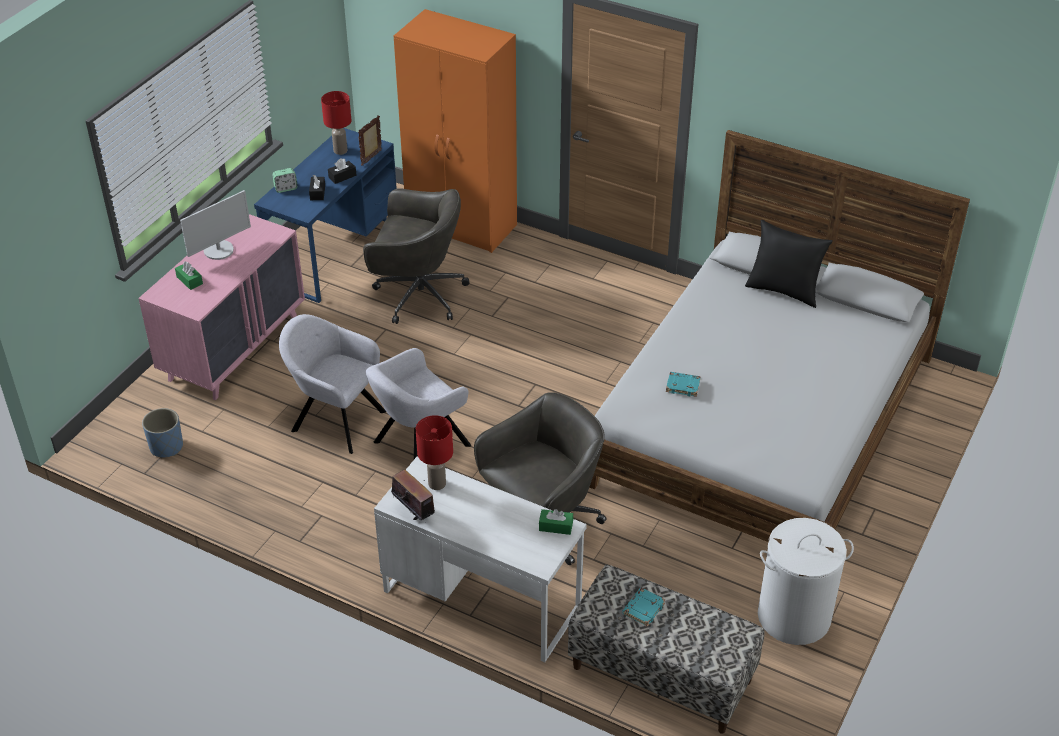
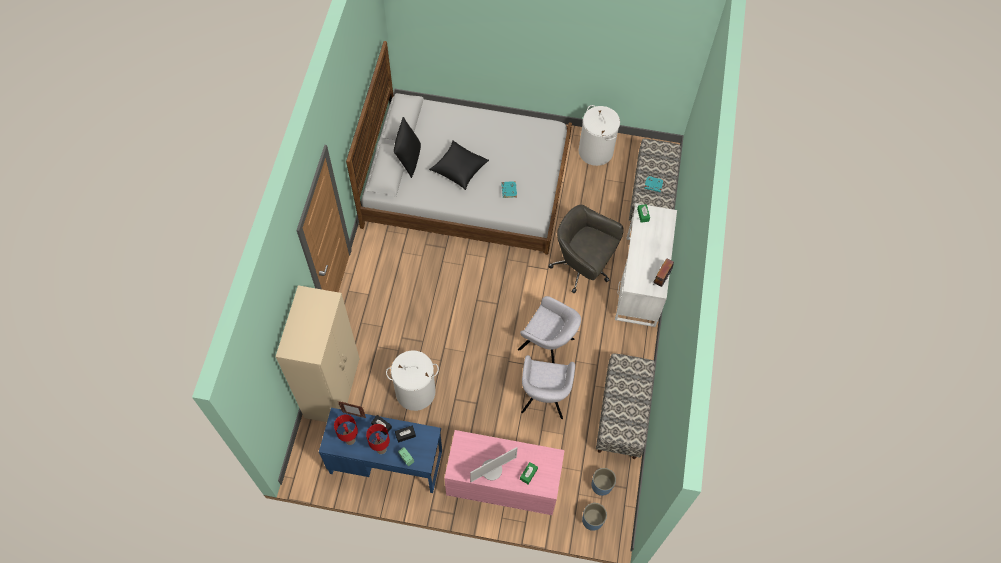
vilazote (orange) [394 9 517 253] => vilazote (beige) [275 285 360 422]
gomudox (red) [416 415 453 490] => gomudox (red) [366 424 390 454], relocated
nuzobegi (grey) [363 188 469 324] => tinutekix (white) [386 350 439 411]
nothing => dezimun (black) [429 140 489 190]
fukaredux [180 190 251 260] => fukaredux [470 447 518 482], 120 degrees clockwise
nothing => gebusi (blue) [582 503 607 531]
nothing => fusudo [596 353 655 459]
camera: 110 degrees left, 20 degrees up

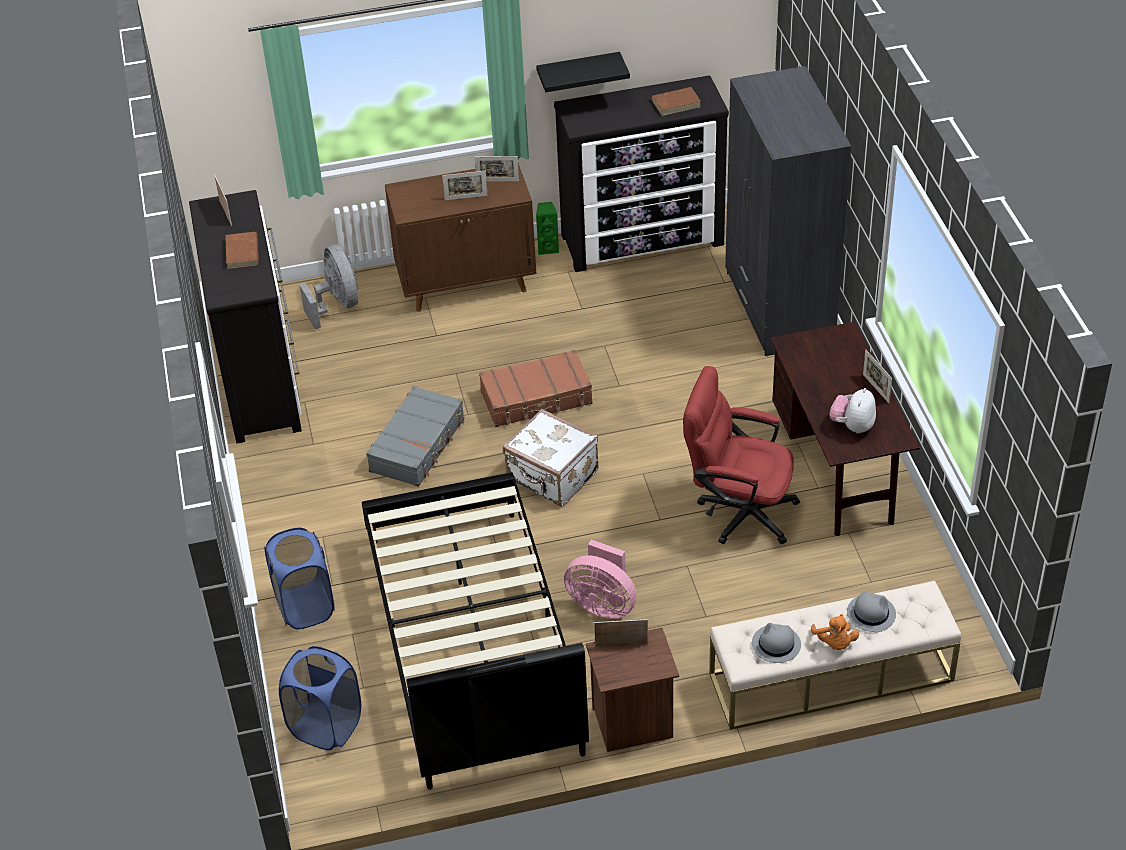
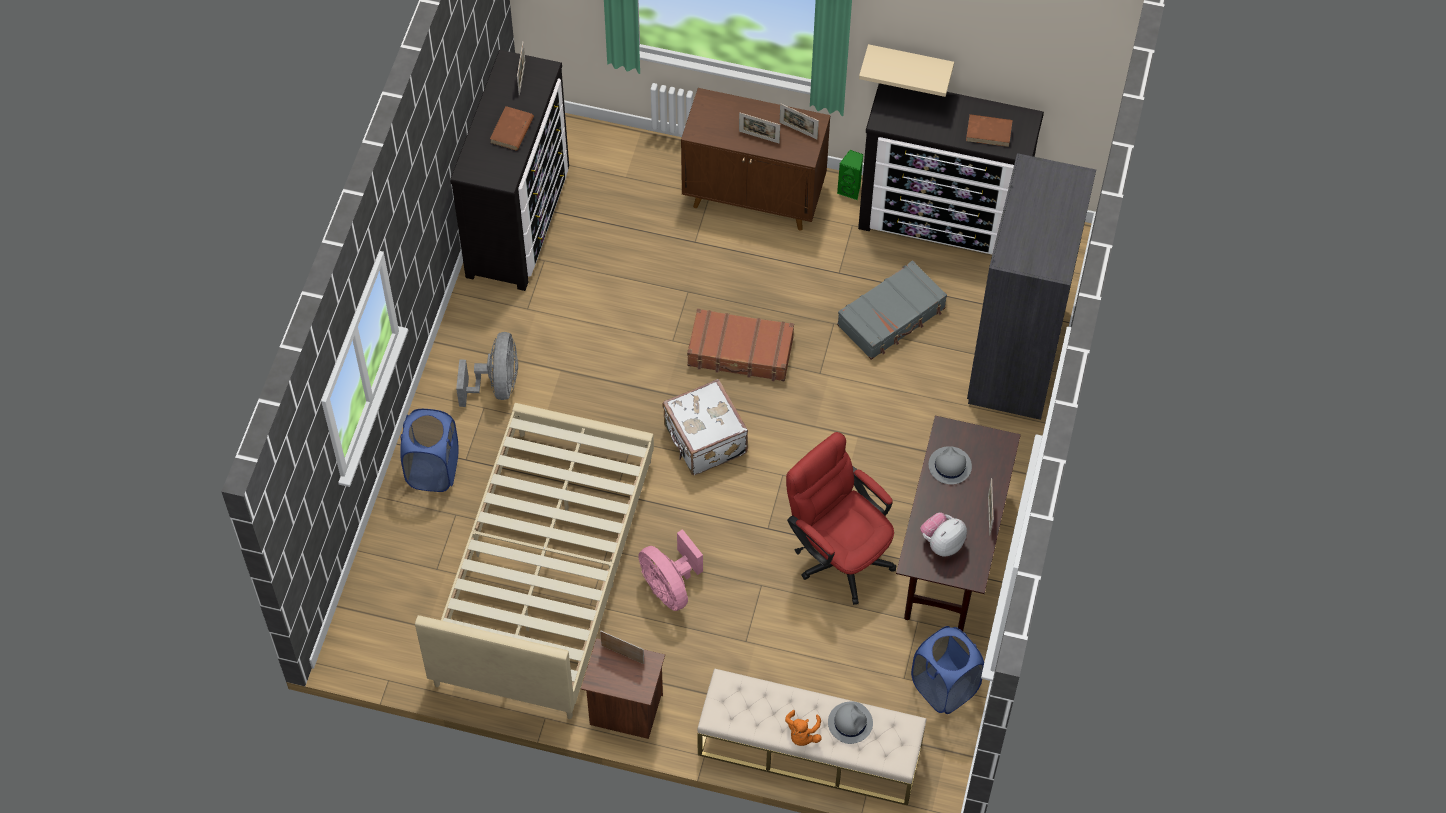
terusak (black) [362 472 589 790] => terusak (beige) [415 403 654 719]
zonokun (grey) [300 244 359 329] => zonokun (grey) [456 332 518 407], relocated
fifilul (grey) [366 386 464 487] => fifilul (grey) [837 260 947 360], relocated
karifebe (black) [536 52 630 92] => karifebe (beige) [859 44 954 97]
tinutekix (blue) [279 646 361 751] => tinutekix (blue) [911 626 984 714], relocated
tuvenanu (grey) [752 623 801 663] => tuvenanu (grey) [929 446 972 484], relocated
camera: 25 degrees right, 15 degrees up

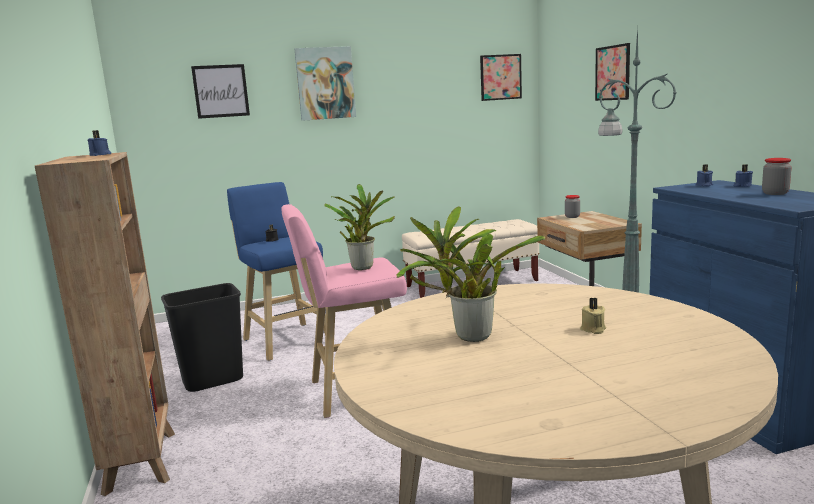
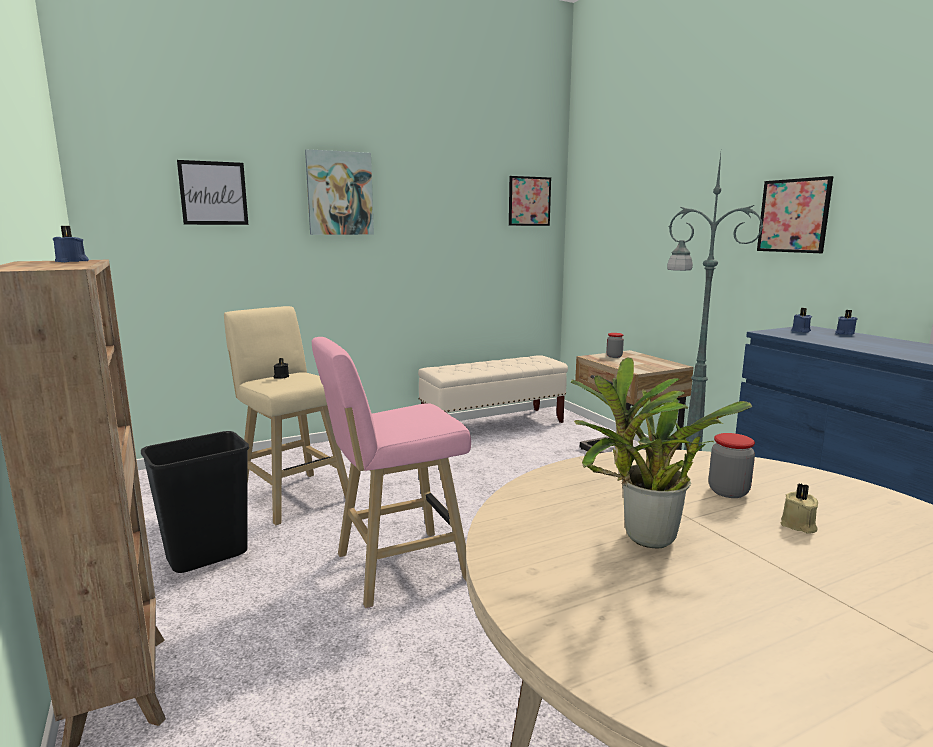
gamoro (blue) [227 182 326 361] => gamoro (beige) [224 306 348 525]
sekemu [762 158 792 195] => sekemu [709 433 755 498], relocated
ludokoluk [595 43 630 101] => ludokoluk [757 176 833 253], relocated
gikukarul [324 184 395 270] => nothing
camera: 10 degrees left, 0 degrees up

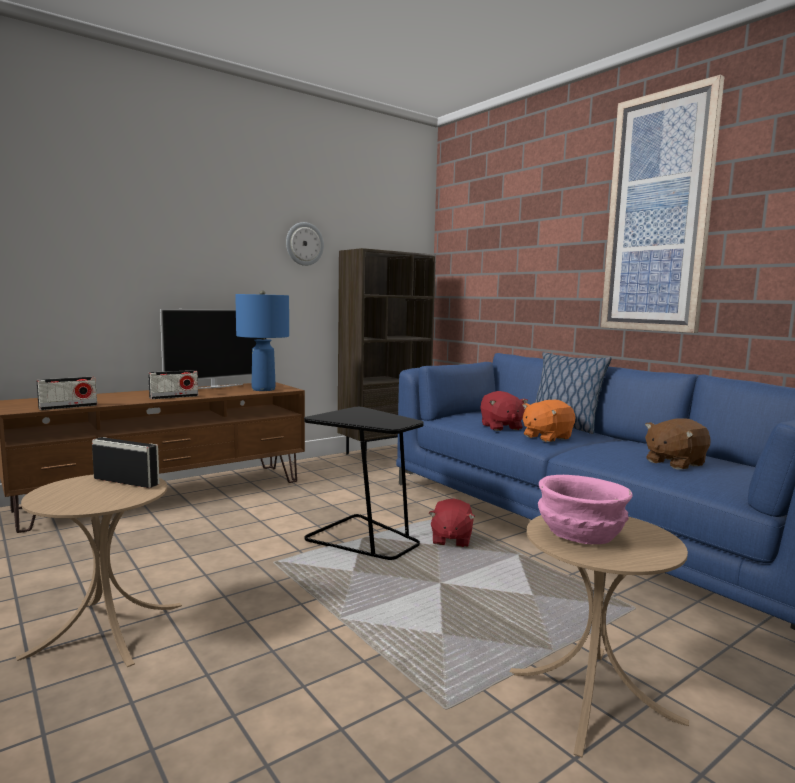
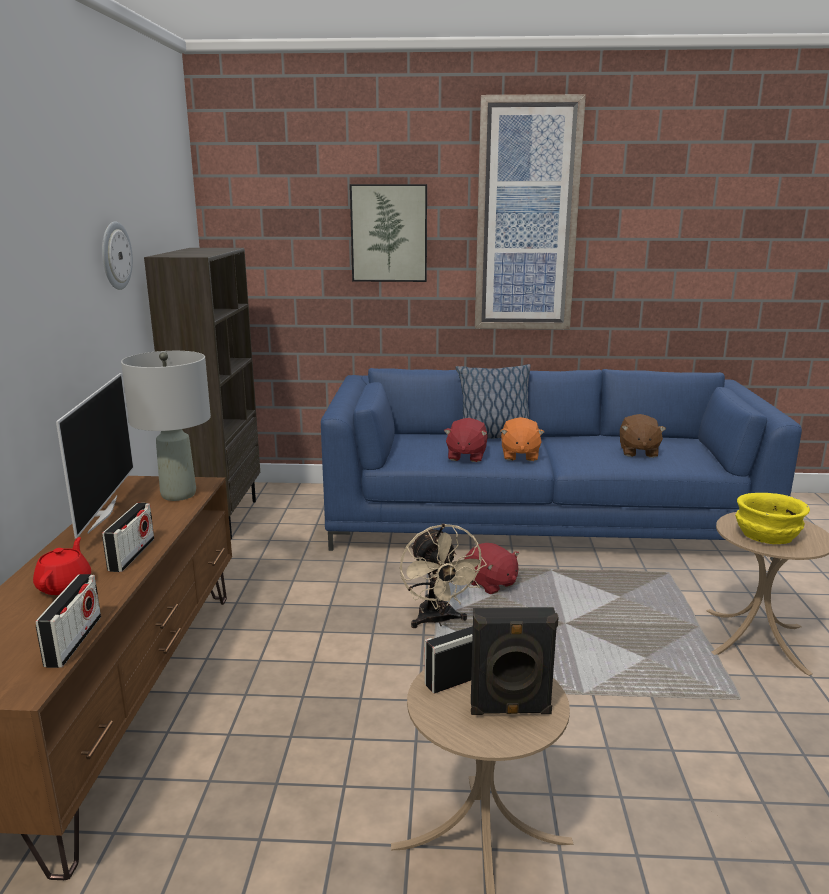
nothing => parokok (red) [33 537 91 595]
gomudox (blue) [235 290 289 391] => gomudox (grey) [121 351 211 501]
nothing => ludokoluk [350 184 427 282]
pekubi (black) [304 407 423 560] => zonokun (beige) [400 524 487 628]
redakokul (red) [480 391 528 431] => redakokul (red) [444 418 488 462], 75 degrees clockwise
nothing => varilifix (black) [471 607 559 715]
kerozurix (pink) [538 475 633 544] => kerozurix (yellow) [735 493 810 544]
camera: 50 degrees left, 10 degrees up

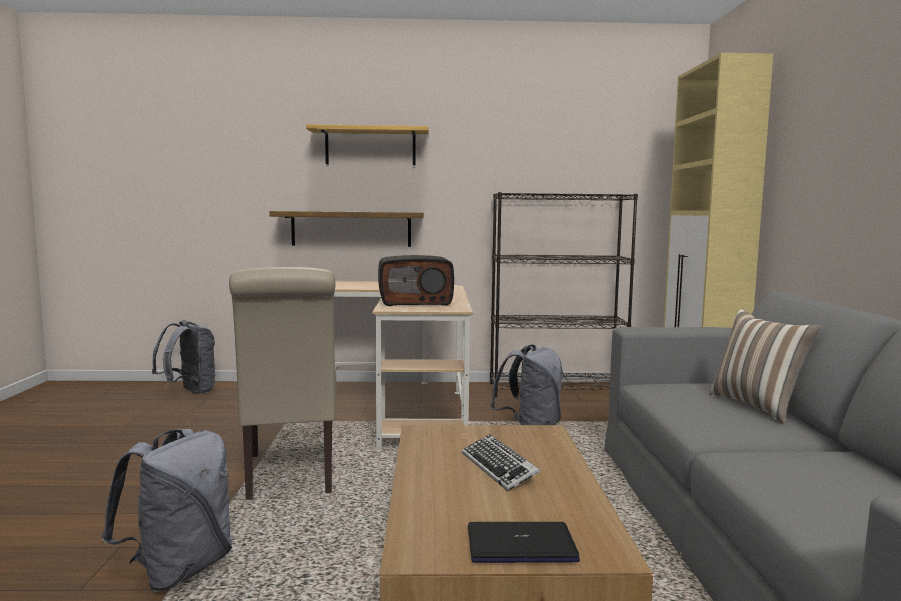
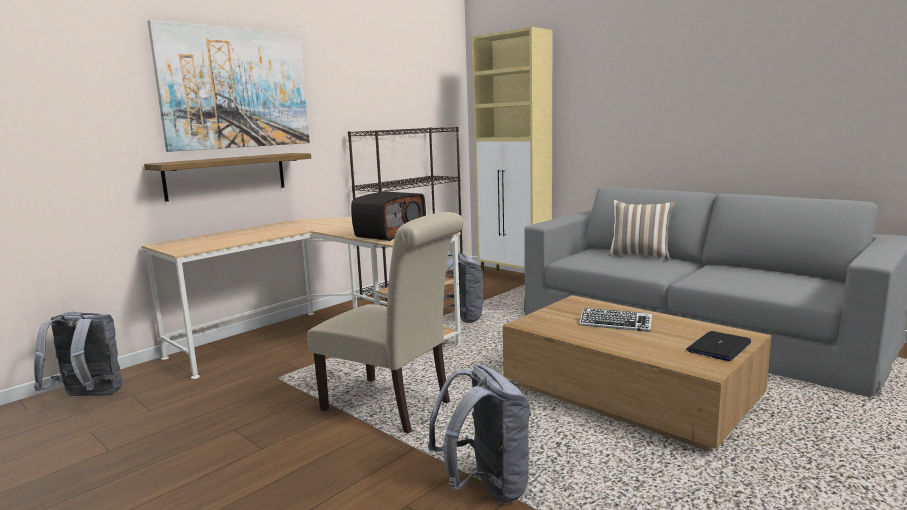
karifebe [306 124 429 165] => ludokoluk [147 20 310 152]
camera: 45 degrees left, 5 degrees up

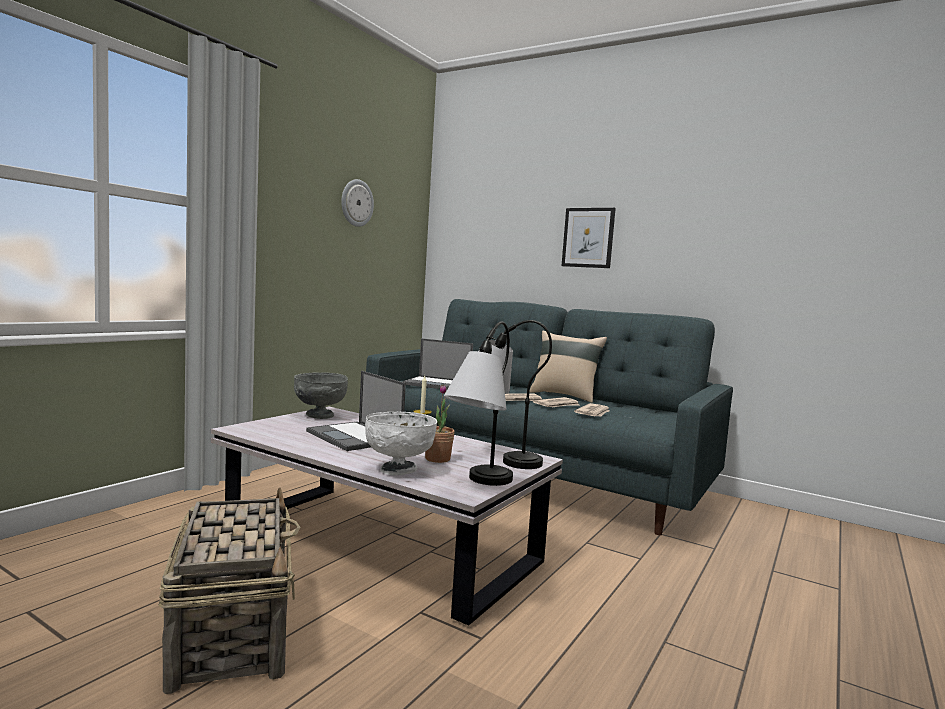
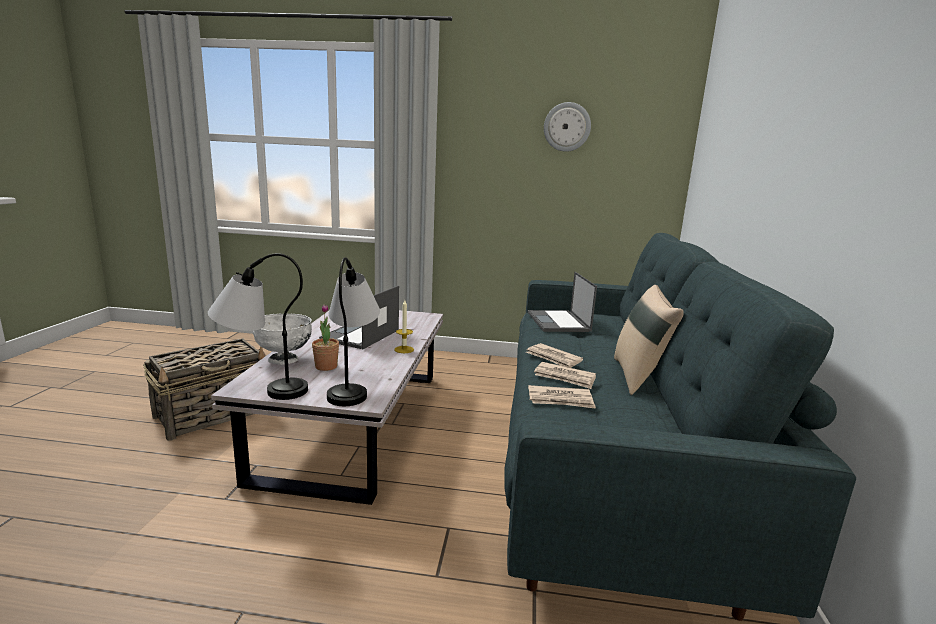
kerozurix (grey) [294 372 348 419] => nothing
ludokoluk [562 208 616 268] => nothing
camera: 65 degrees right, 10 degrees up

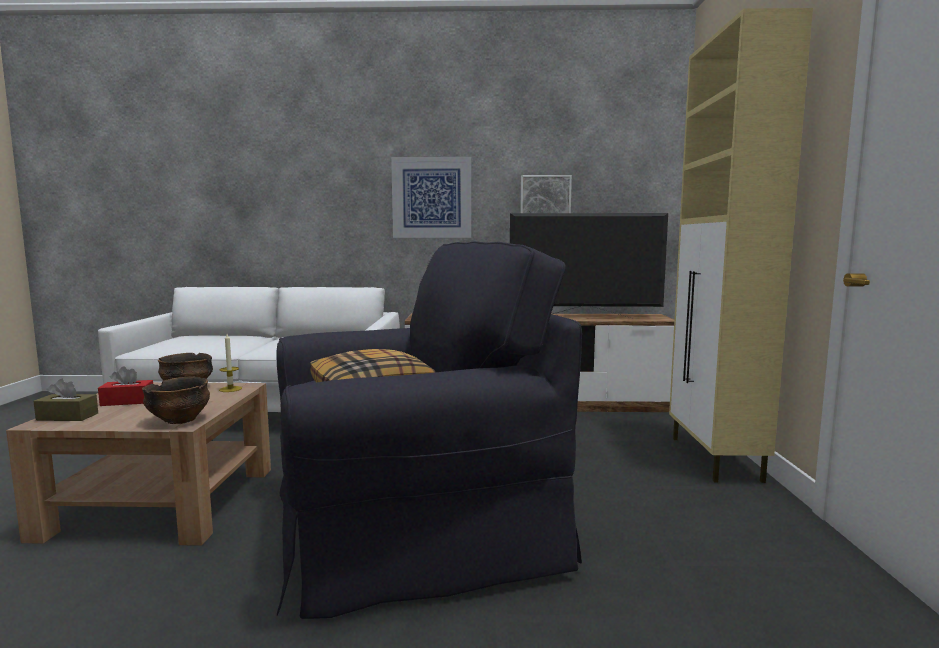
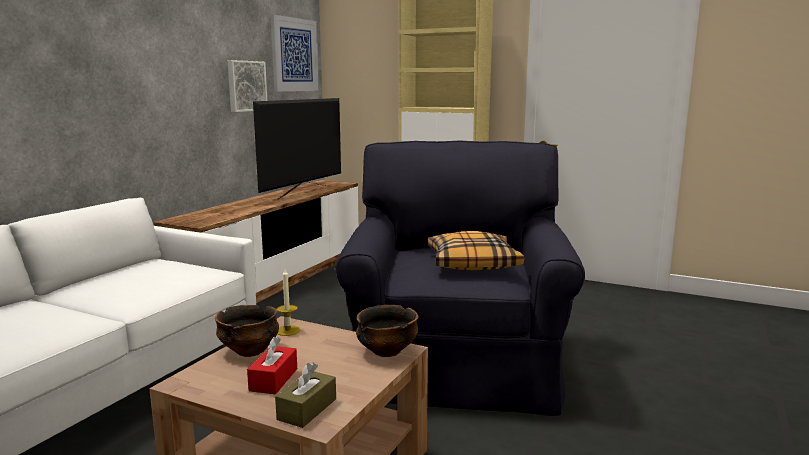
ludokoluk [391 157 471 238] => ludokoluk [271 14 319 92], relocated
camera: 65 degrees left, 5 degrees up

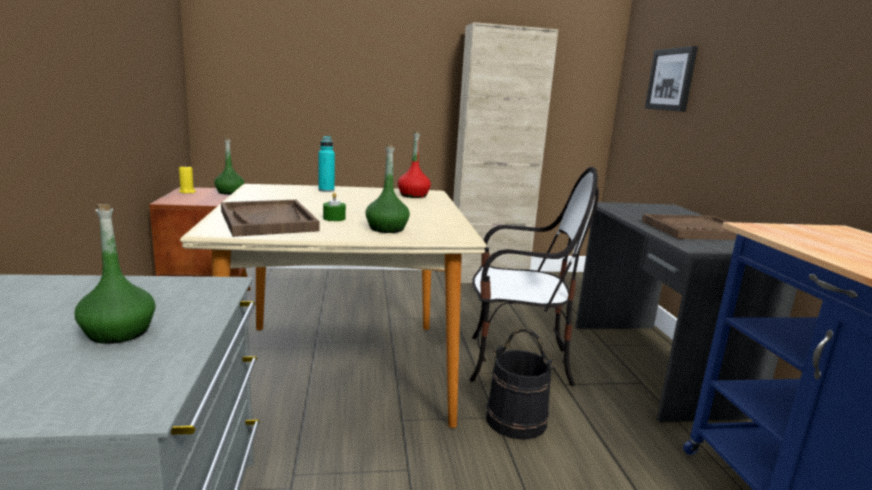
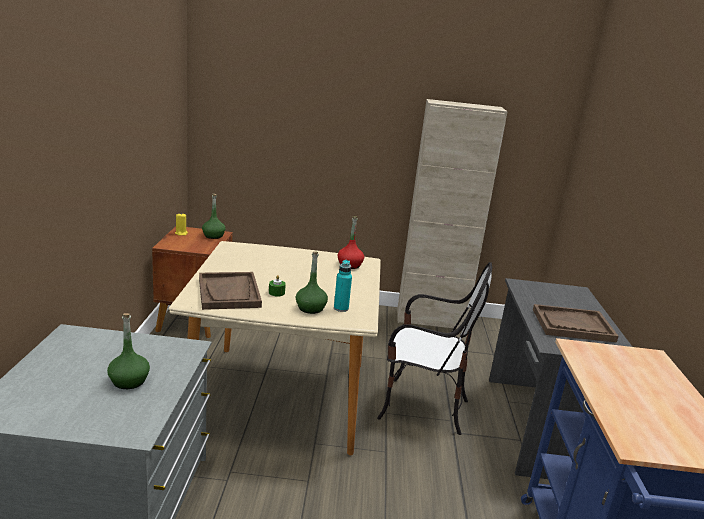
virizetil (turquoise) [318 136 335 192] => virizetil (turquoise) [334 260 352 312], relocated
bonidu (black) [486 328 556 440] => nothing
ludokoluk [645 46 698 112] => nothing
camera: 10 degrees right, 5 degrees up

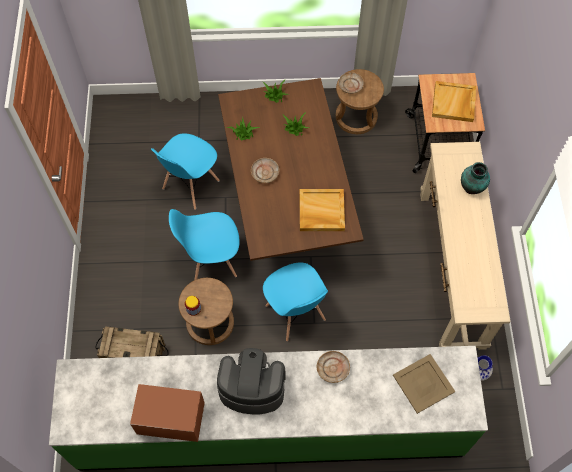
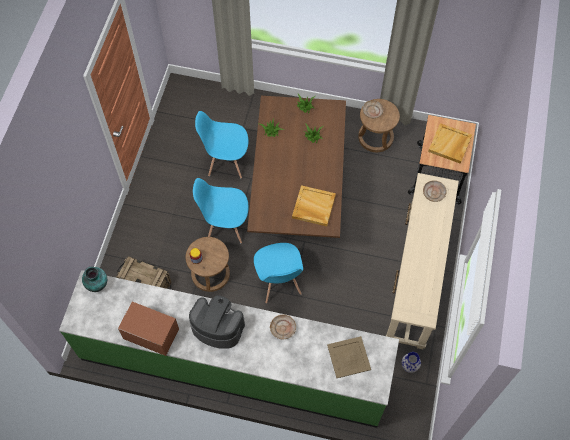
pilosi [461 162 490 194] => pilosi [82 266 107 292], relocated
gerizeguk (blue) [151 133 220 210] => gerizeguk (blue) [195 111 248 178], 45 degrees clockwise
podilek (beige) [251 158 279 183] => podilek (beige) [423 180 447 202], relocated
camera: 15 degrees right, 0 degrees up

